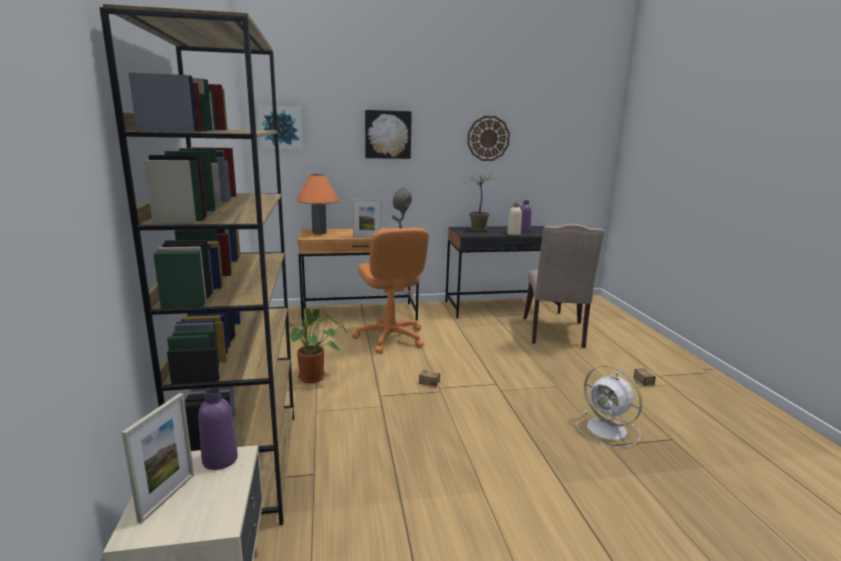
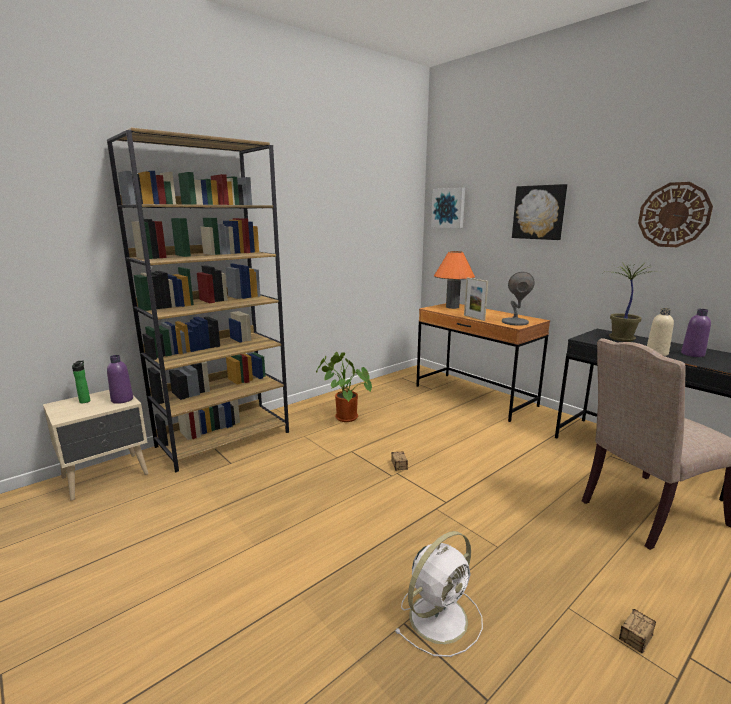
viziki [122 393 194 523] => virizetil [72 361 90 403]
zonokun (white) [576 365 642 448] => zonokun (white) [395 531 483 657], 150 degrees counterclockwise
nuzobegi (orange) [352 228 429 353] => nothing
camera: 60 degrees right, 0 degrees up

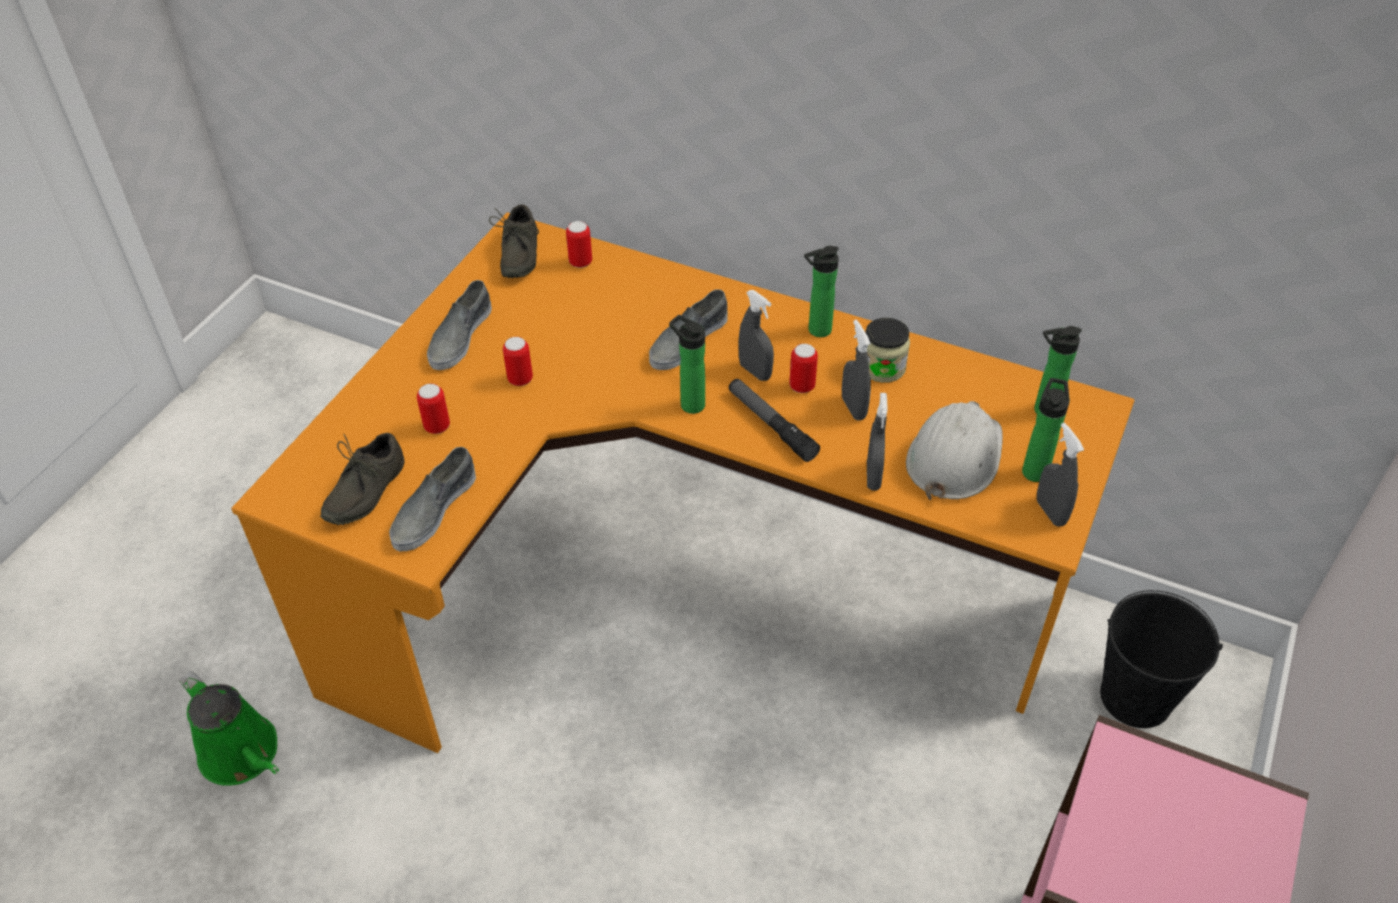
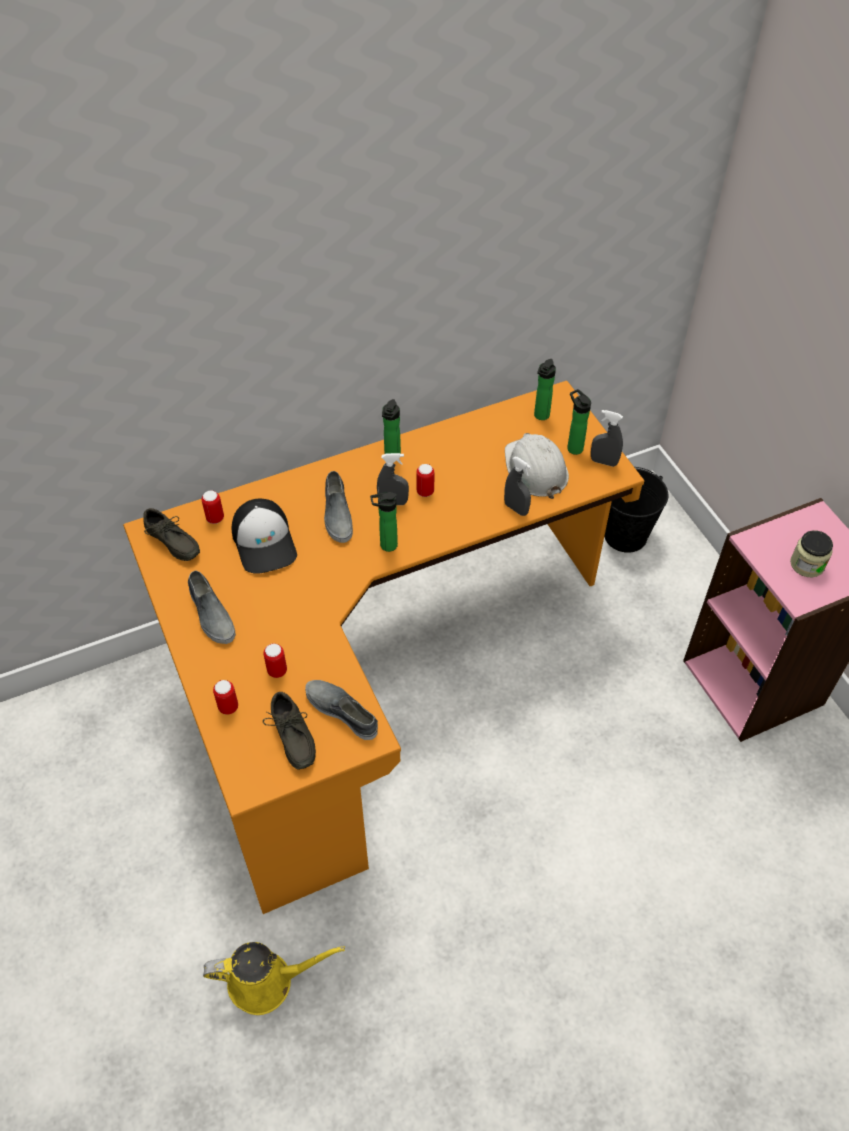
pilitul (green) [179 671 279 786] => pilitul (yellow) [203 942 345 1015]
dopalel [503 337 533 386] => dopalel [213 680 238 715], relocated
nothing => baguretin [232 499 297 574]
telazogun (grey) [389 447 476 551] => telazogun (grey) [305 680 378 740], 150 degrees clockwise
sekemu [865 318 910 383] => sekemu [790 530 833 577], relocated
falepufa [729 379 820 462] => nothing
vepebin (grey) [842 320 871 420] => nothing
camera: 50 degrees left, 5 degrees up

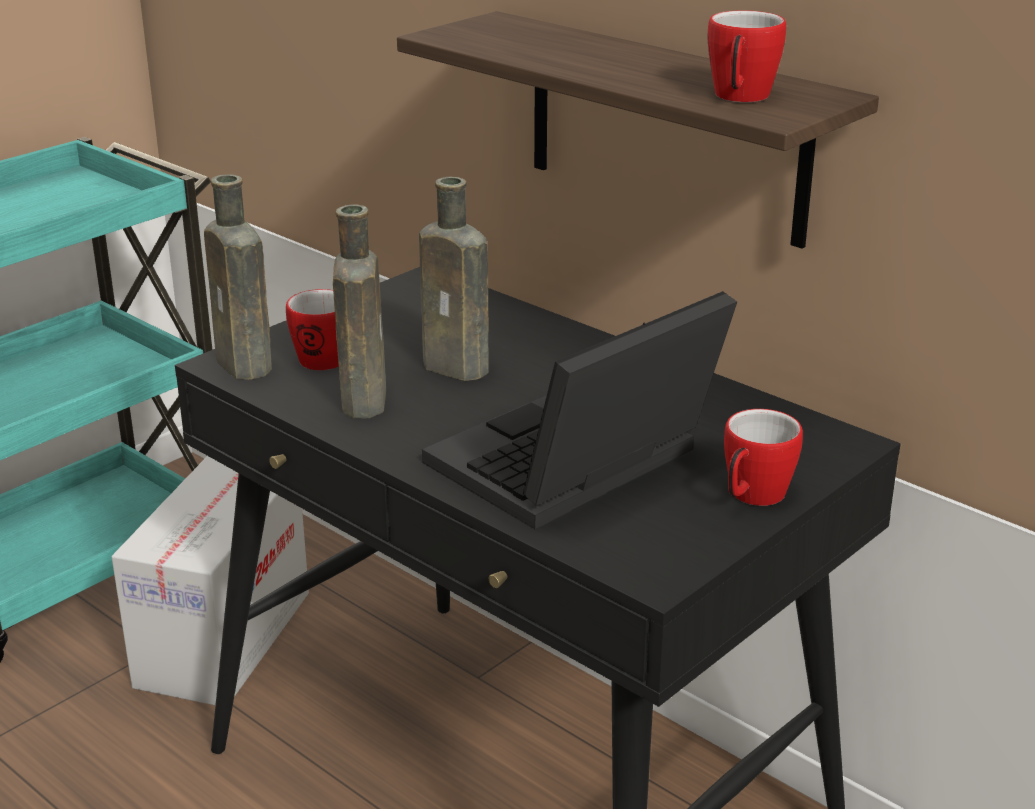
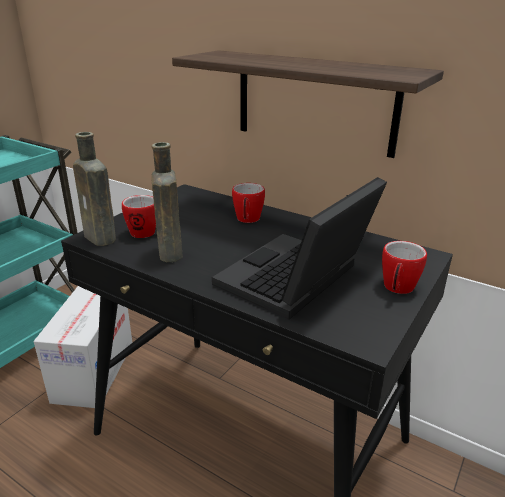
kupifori [707 10 786 102] => kupifori [232 183 265 223], relocated
virizetil (brown) [419 177 489 381] => nothing
camera: 10 degrees left, 0 degrees up

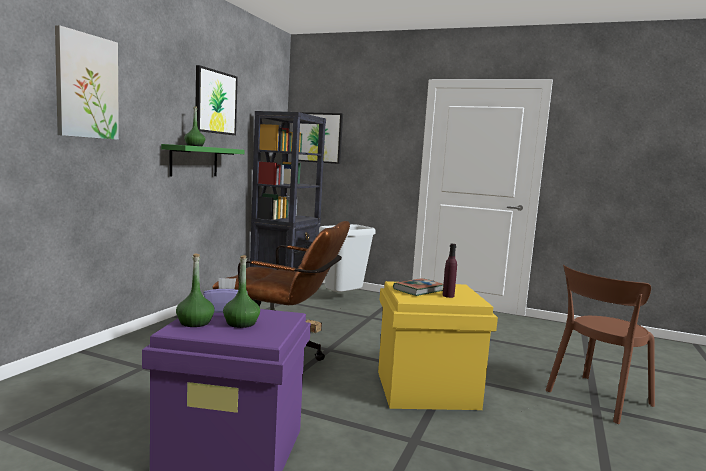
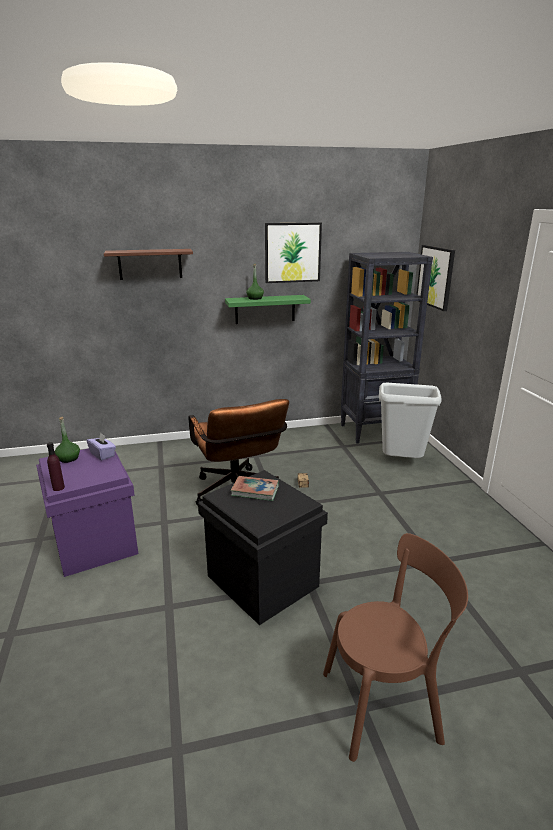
virizetil (purple) [442 244 457 298] => virizetil (purple) [47 442 65 491], relocated
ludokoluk [55 25 119 140] => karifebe [104 249 193 280]
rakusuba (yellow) [378 281 498 410] => rakusuba (black) [198 470 328 625]
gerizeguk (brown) [545 265 655 424] => gerizeguk (brown) [323 533 468 762], 150 degrees clockwise
virizetil (green) [223 255 260 328] => nothing
camera: 55 degrees right, 15 degrees up

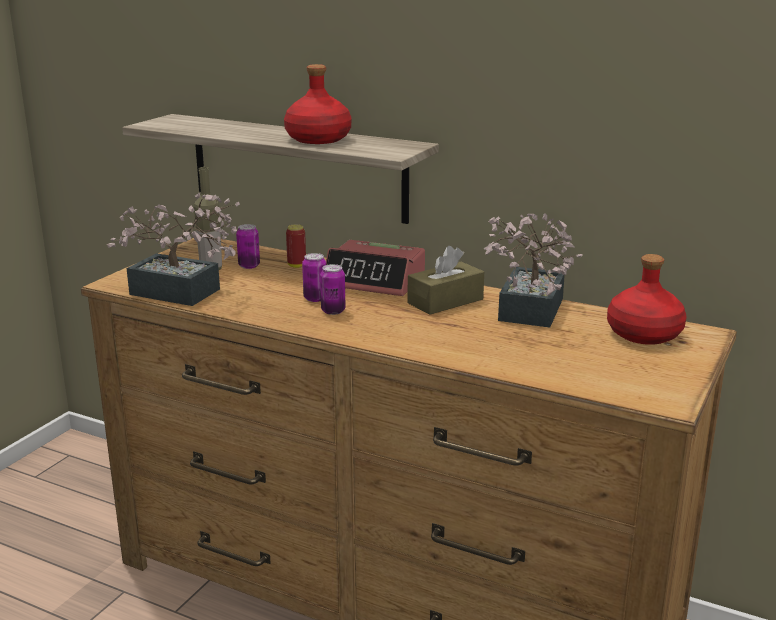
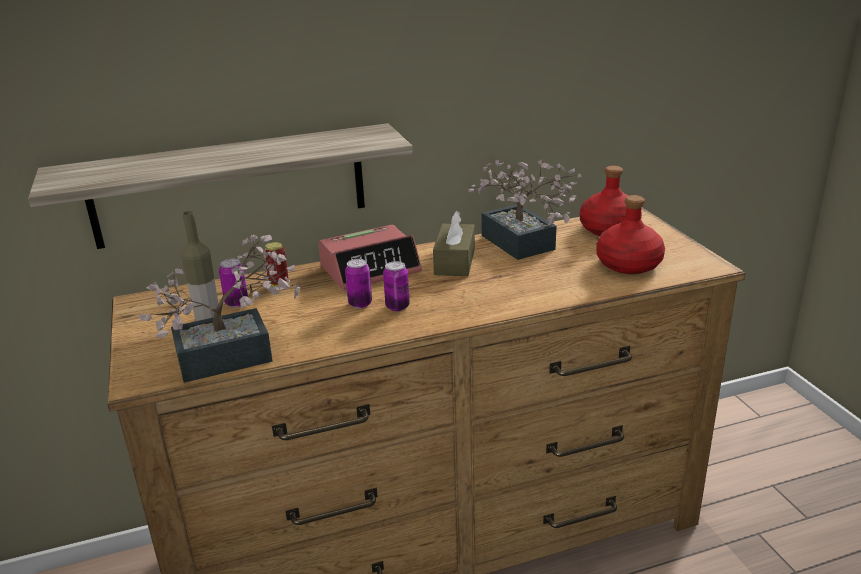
virizetil (red) [284 64 351 144] => virizetil (red) [596 195 665 274], relocated
camera: 45 degrees left, 5 degrees up

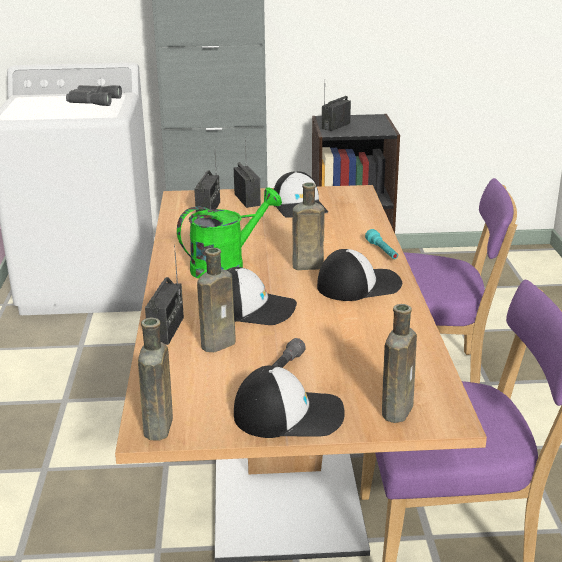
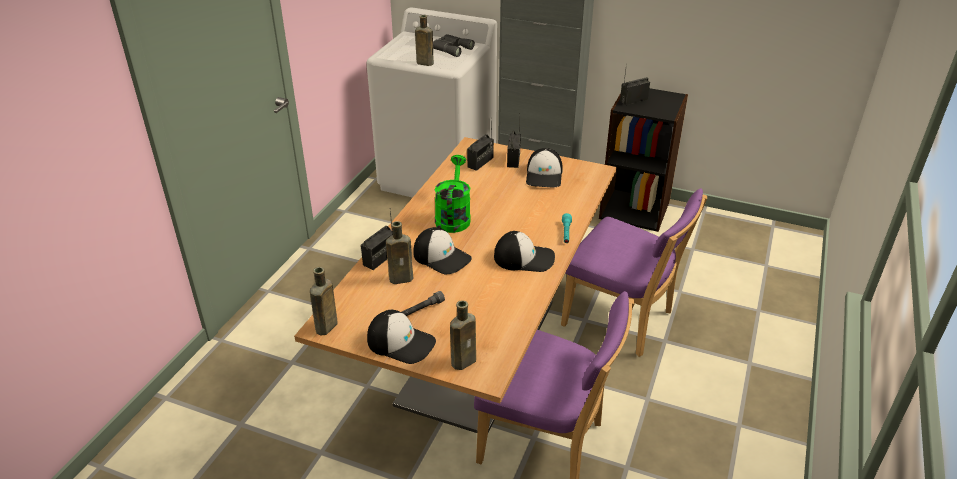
virizetil (brown) [293 182 325 270] => virizetil (brown) [415 15 434 66], relocated
pilitul (green) [177 187 282 279] => pilitul (green) [435 155 471 233], 75 degrees counterclockwise
camera: 25 degrees right, 10 degrees up

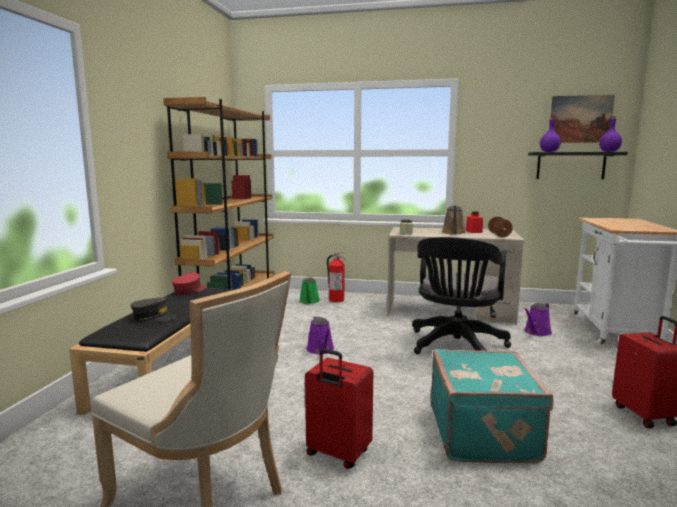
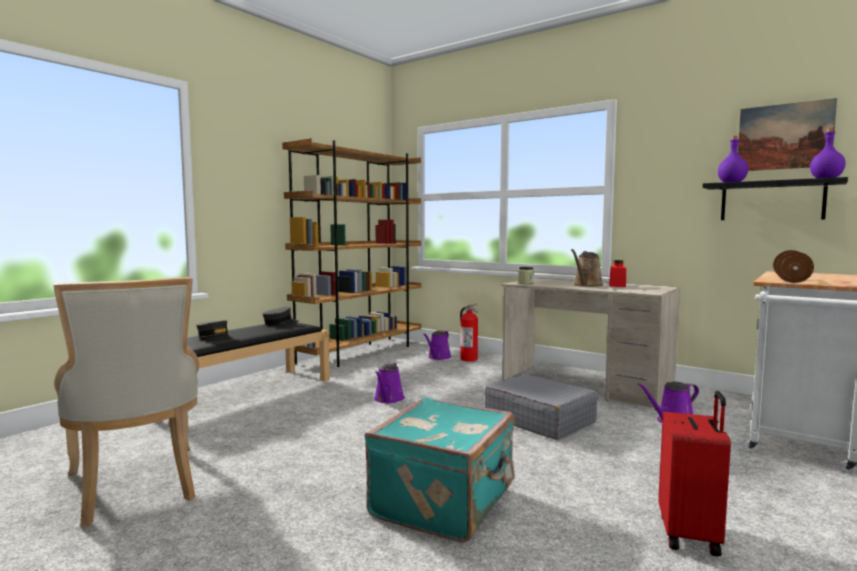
baguretin (red) [172 273 206 295] => baguretin (grey) [262 307 299 326]
pilitul (green) [299 277 320 304] => pilitul (purple) [423 331 451 360]
nuzobegi (black) [412 237 511 354] => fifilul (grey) [484 374 598 440]
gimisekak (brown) [488 216 513 237] => gimisekak (brown) [773 250 814 283], relocated
fifilul (red) [305 349 373 469] => nothing
camera: 25 degrees right, 5 degrees down

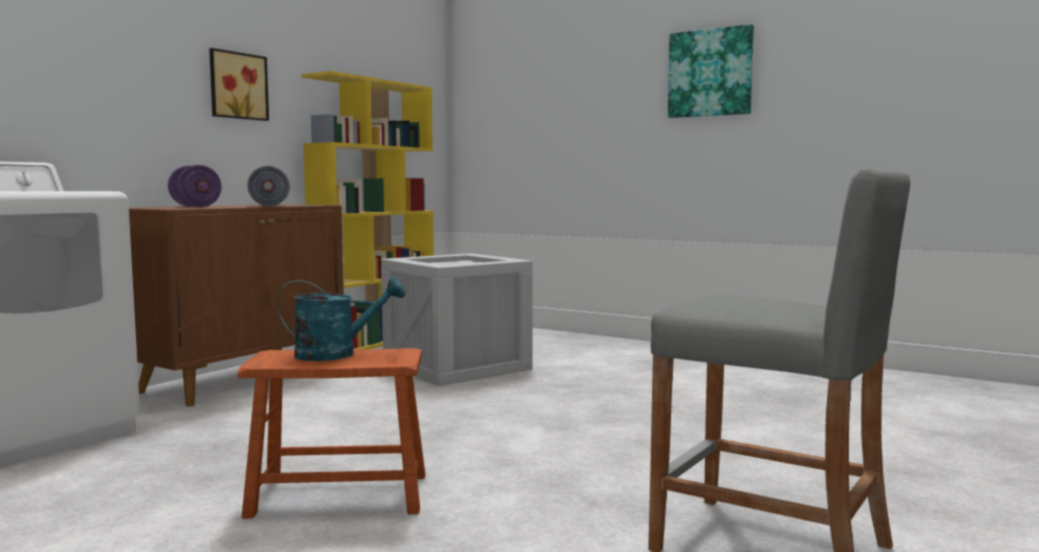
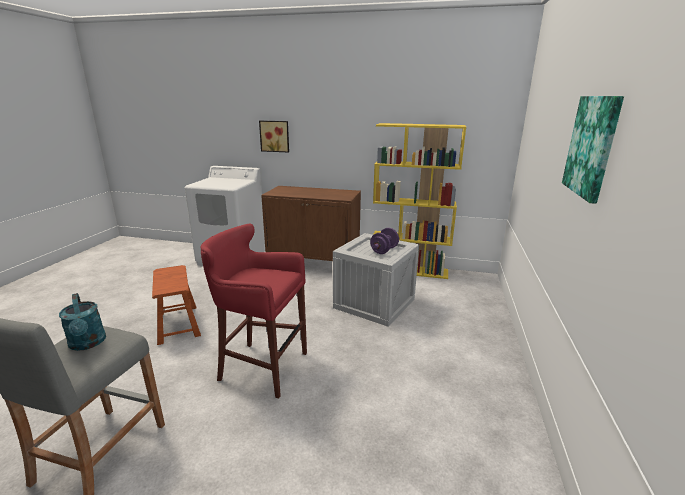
pilitul (turquoise) [277 276 405 361] => pilitul (turquoise) [59 293 106 351], relocated
nothing => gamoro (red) [200 223 307 399]
ludokoluk [209 48 269 121] => ludokoluk [259 121 289 153], relocated
gimisekak (purple) [168 165 222 207] => gimisekak (purple) [370 228 399 254], relocated
gimisekak (grey) [247 166 290 206] => nothing
camera: 70 degrees right, 15 degrees up

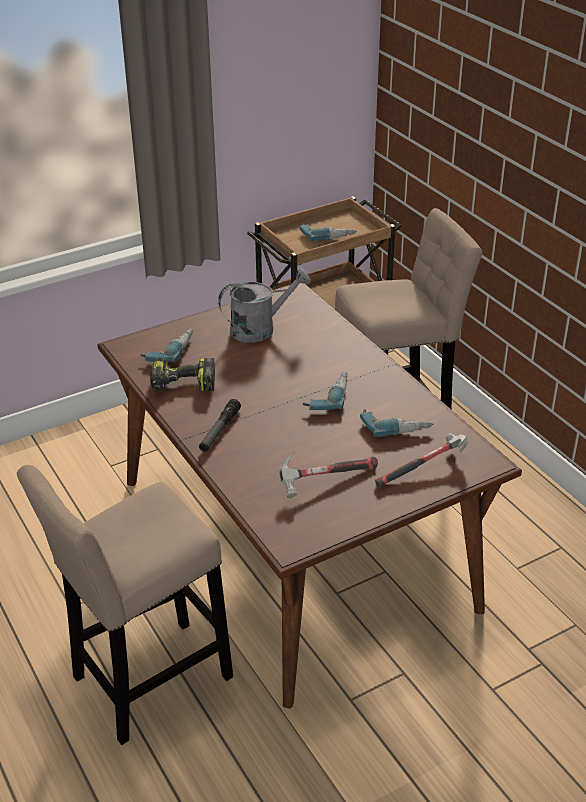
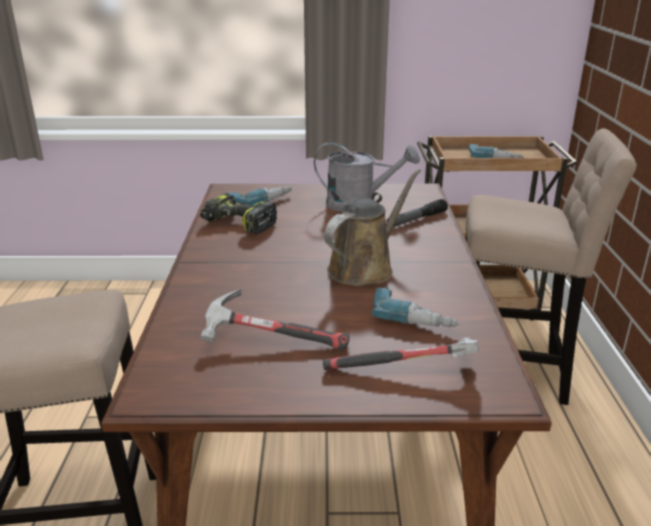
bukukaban [303 372 347 410] => pilitul (brown) [324 169 421 286]
falepufa [199 399 241 452] => falepufa [386 199 448 227], relocated
camera: 30 degrees right, 10 degrees down

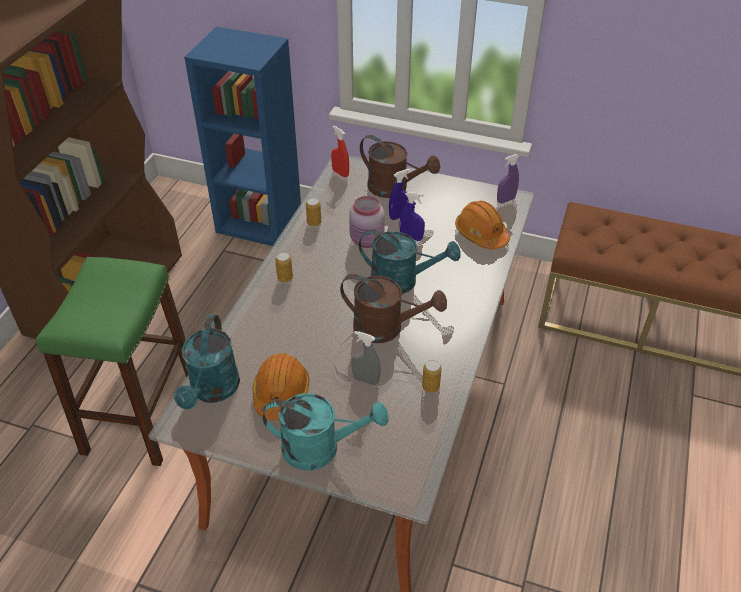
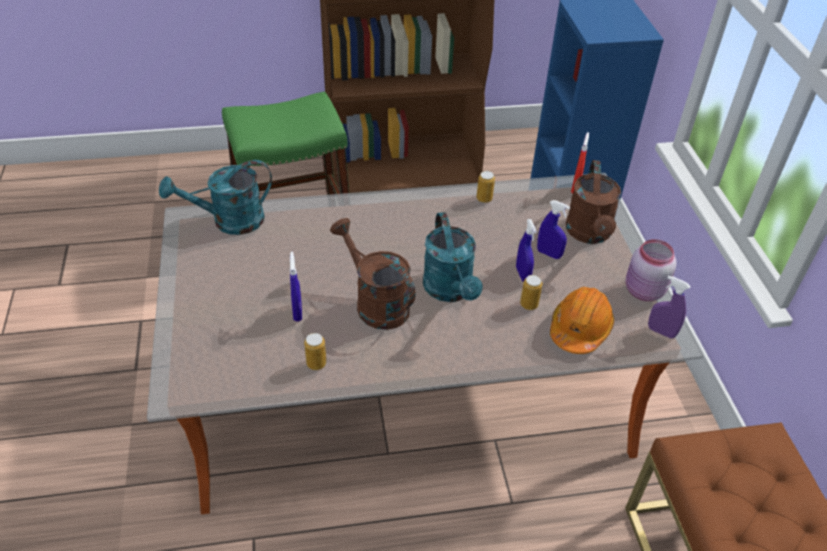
vepebin (grey) [351 331 381 385] => vepebin (blue) [290 252 302 322]
pilitul (brown) [340 274 447 343] => pilitul (brown) [330 218 415 330], 150 degrees clockwise
dopalel [275 252 293 282] => dopalel [520 275 543 310], relocated
sekemu (pink) [349 196 385 248] => sekemu (pink) [626 239 676 301], relocated
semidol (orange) [253 353 309 421] => nothing
pilitul (turquoise) [262 393 389 471] => nothing
camera: 60 degrees right, 0 degrees up

